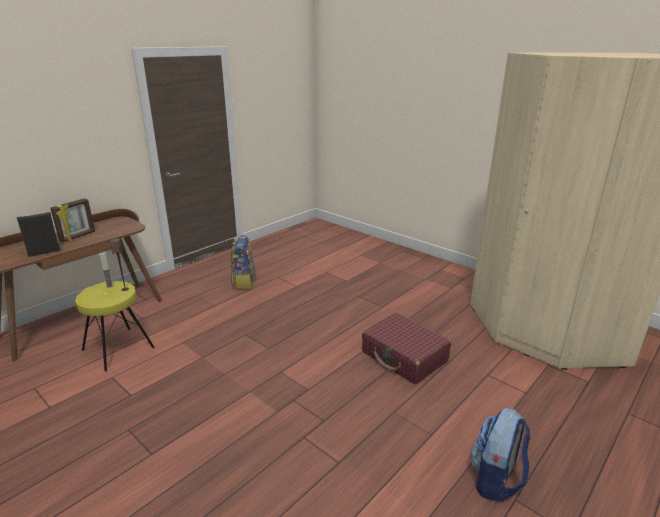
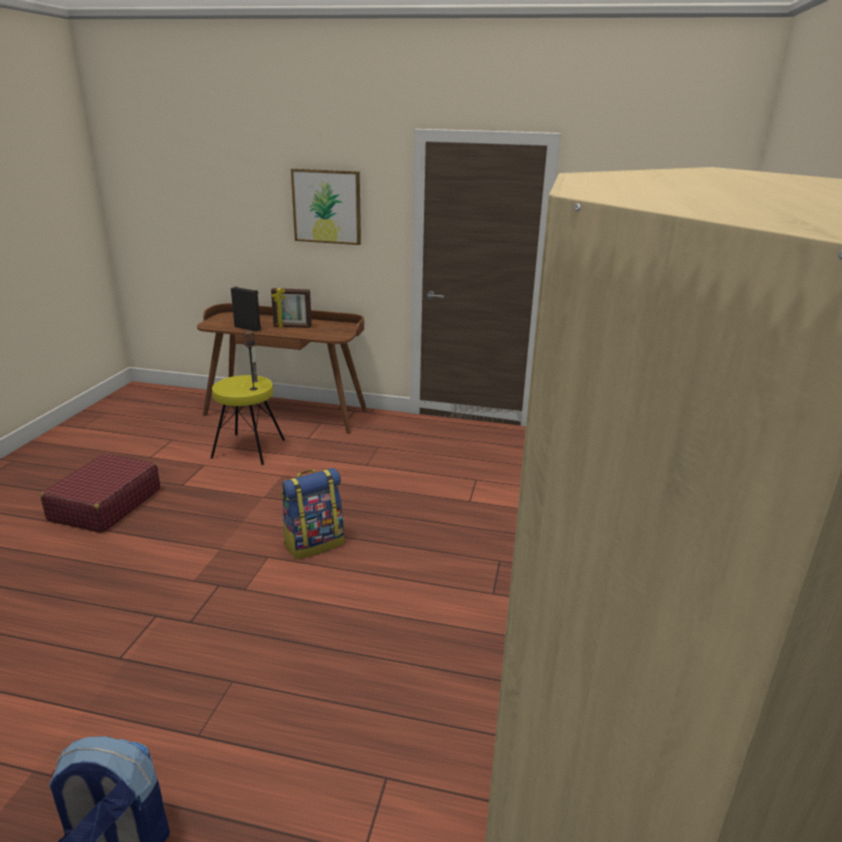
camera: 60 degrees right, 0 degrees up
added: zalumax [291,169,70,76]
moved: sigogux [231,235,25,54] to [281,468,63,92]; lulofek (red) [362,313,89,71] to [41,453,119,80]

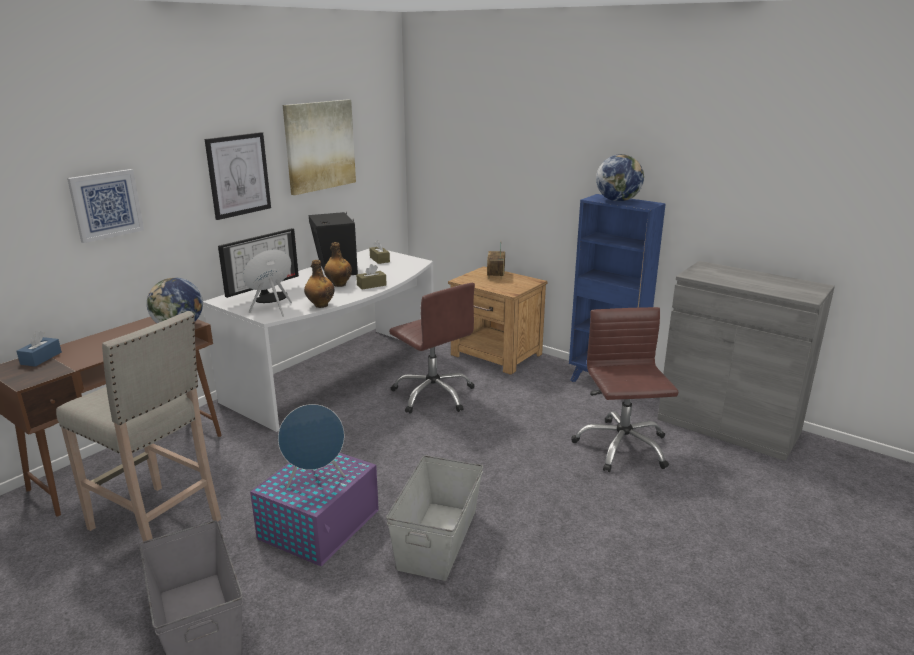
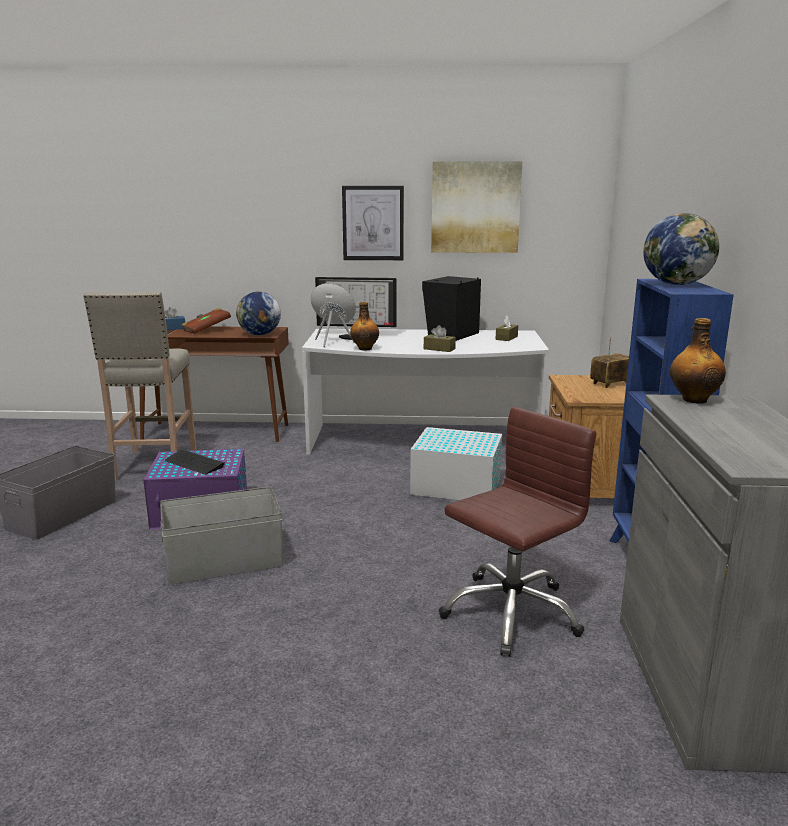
camera: 55 degrees right, 5 degrees down
removed: zalumax [67,169,77,74]
added: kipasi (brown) [181,308,50,26]
moved: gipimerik [324,242,28,45] to [670,318,56,86]
replaced: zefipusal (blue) [278,404,67,84] to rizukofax [165,449,60,25]; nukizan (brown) [389,283,86,131] to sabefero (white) [410,427,92,74]

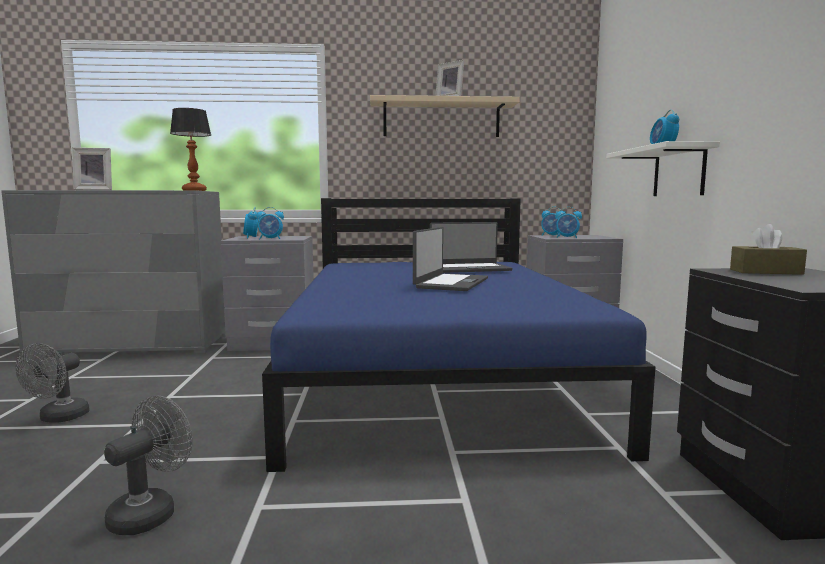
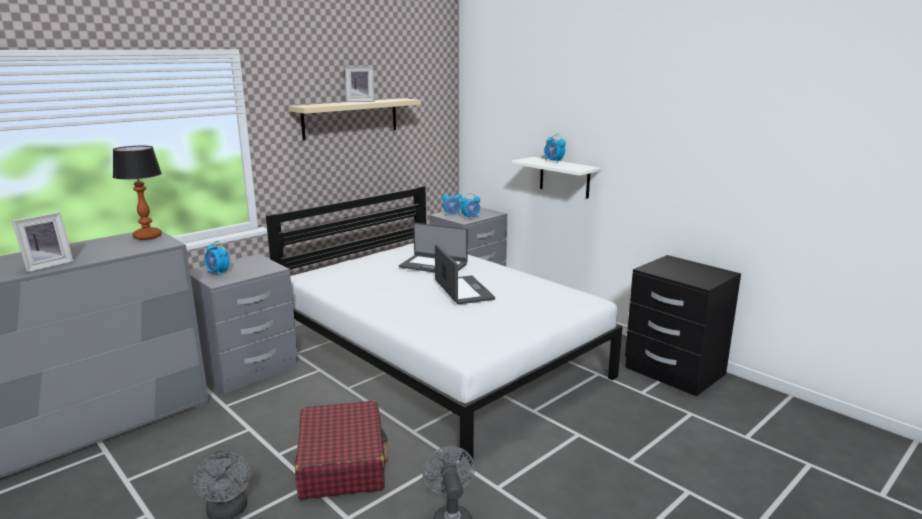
camera: 40 degrees left, 10 degrees up
removed: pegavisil [256,207,28,32]; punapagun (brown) [730,224,77,51]
added: lulofek (red) [295,400,93,100]
recoloured: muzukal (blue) [262,198,394,274] to muzukal (white) [266,186,357,280]
turned: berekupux [430,222,82,51] = [399,223,69,50] 75 degrees clockwise

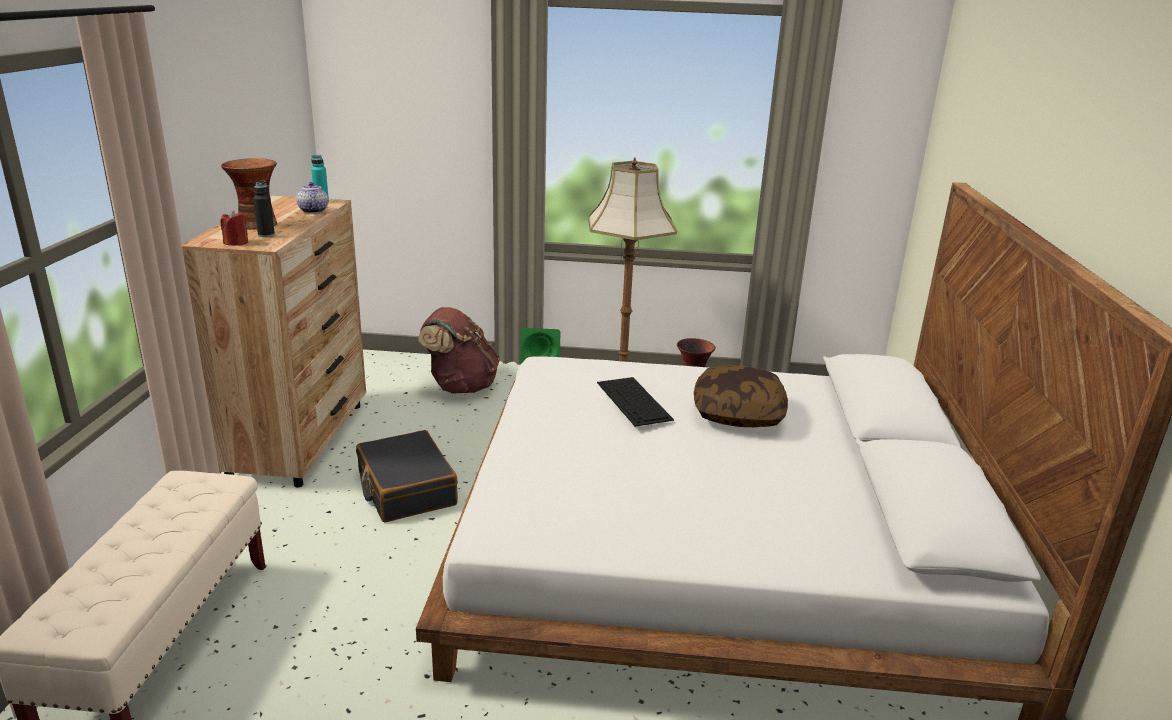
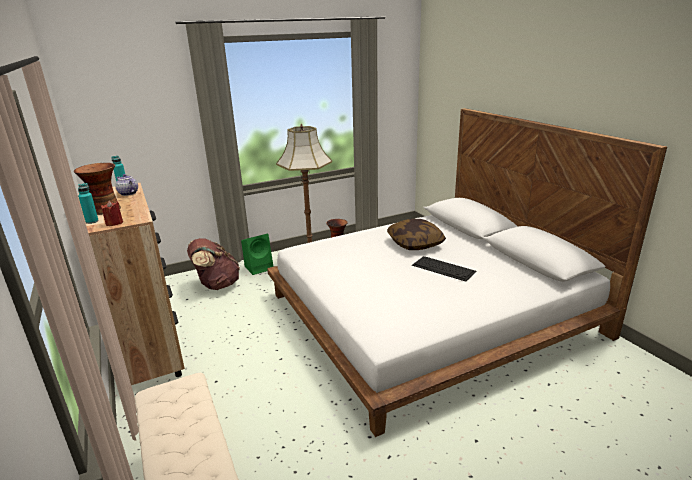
camera: 30 degrees left, 0 degrees up
removed: gipimerik (black) [253,180,22,57]; lulofek (black) [356,430,102,92]
added: gipimerik (turquoise) [78,183,21,41]
moved: rizukofax [597,377,77,50] to [412,256,65,26]

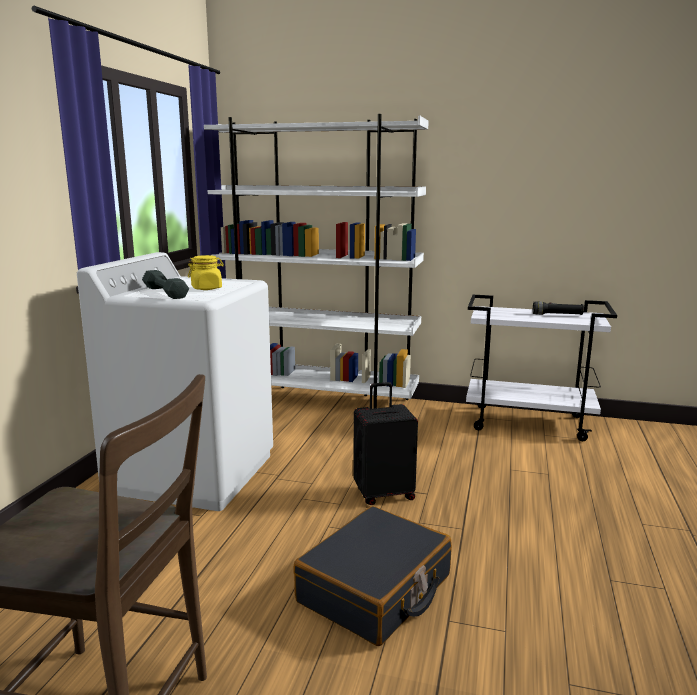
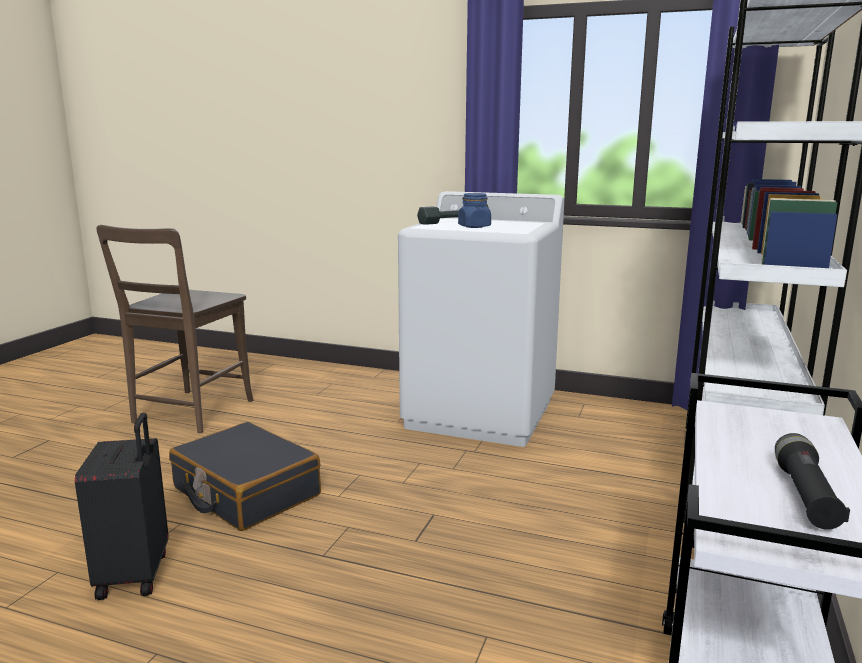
camera: 95 degrees right, 0 degrees up
moved: lulofek (black) [353,382,65,123] to [75,413,93,187]
recoloured: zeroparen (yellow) [188,255,36,35] to zeroparen (blue) [458,193,33,35]

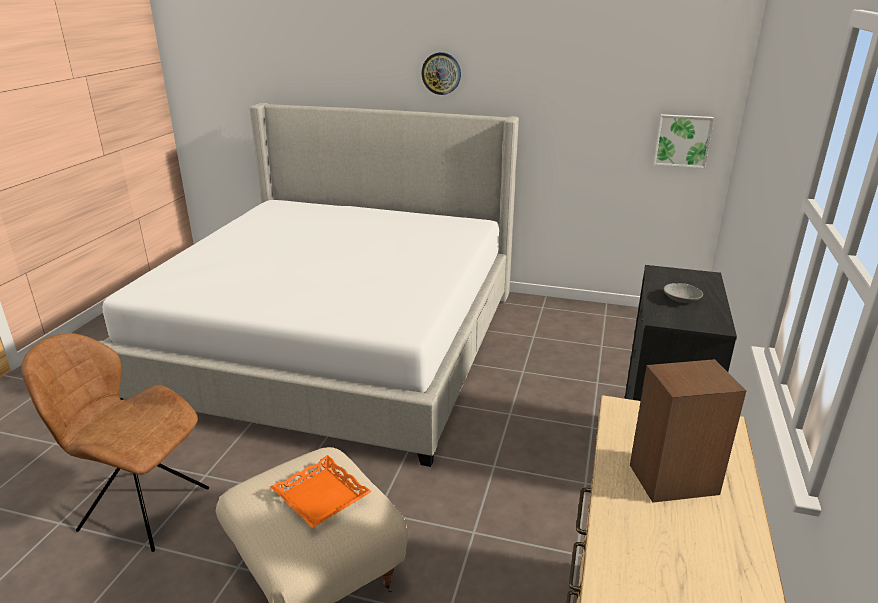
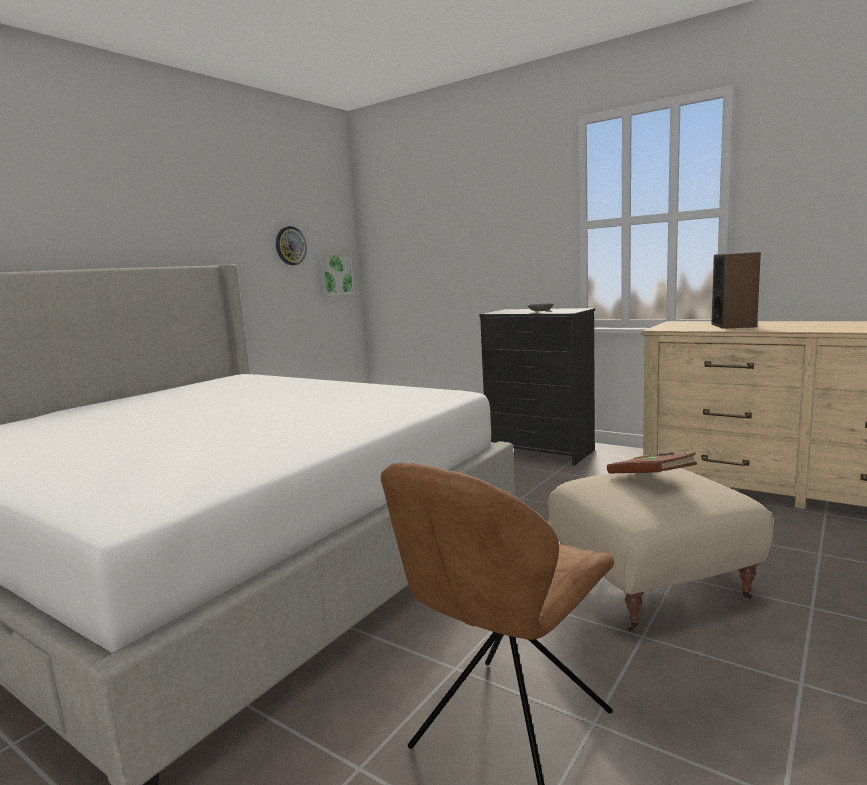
camera: 70 degrees left, 15 degrees down
moved: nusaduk [421,52,40,43] to [276,226,31,39]
replaced: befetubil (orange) [270,455,102,73] to kipasi (brown) [607,452,90,22]

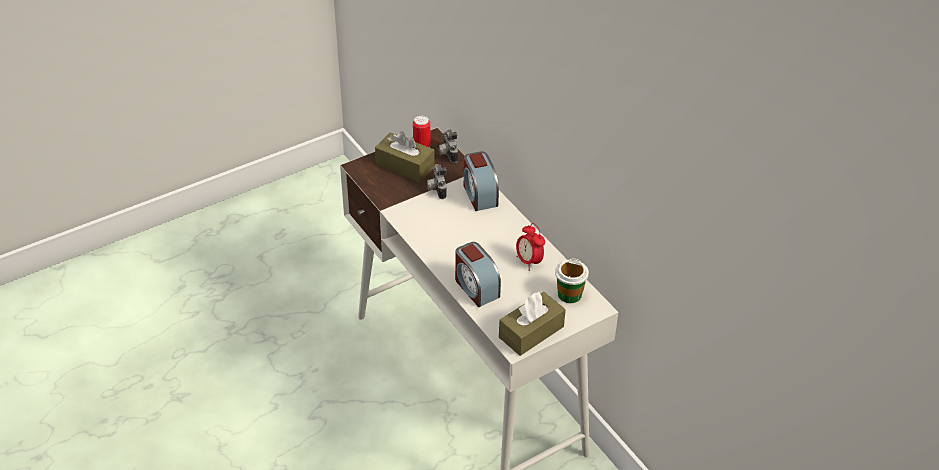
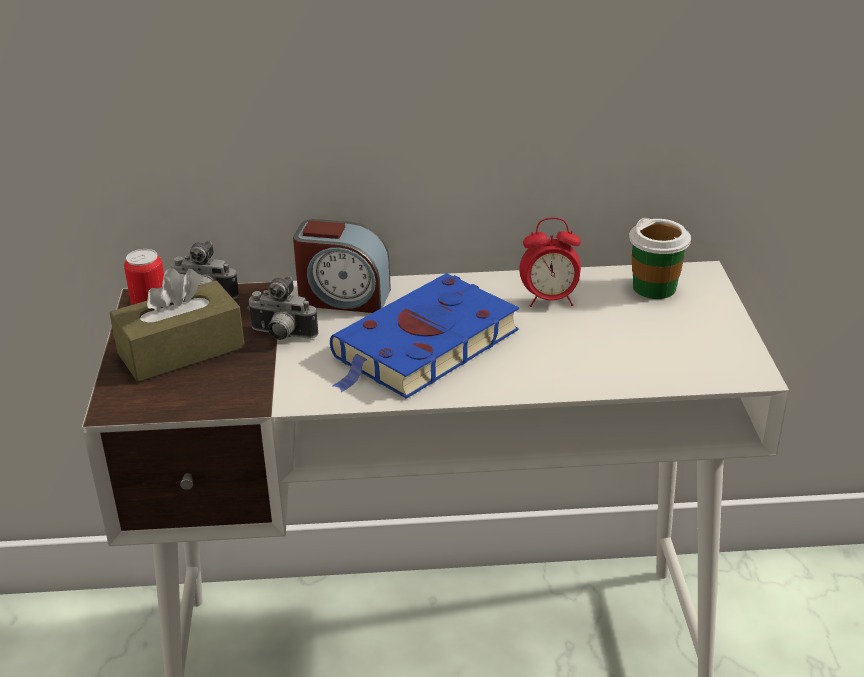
camera: 60 degrees left, 10 degrees down
removed: pegavisil [455,242,46,65]; punapagun (brown) [499,292,67,64]
added: kipasi (blue) [330,273,189,126]

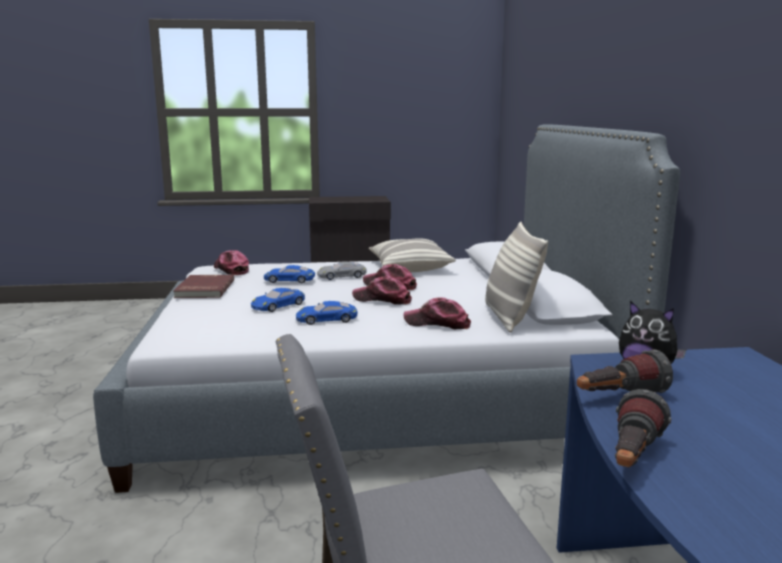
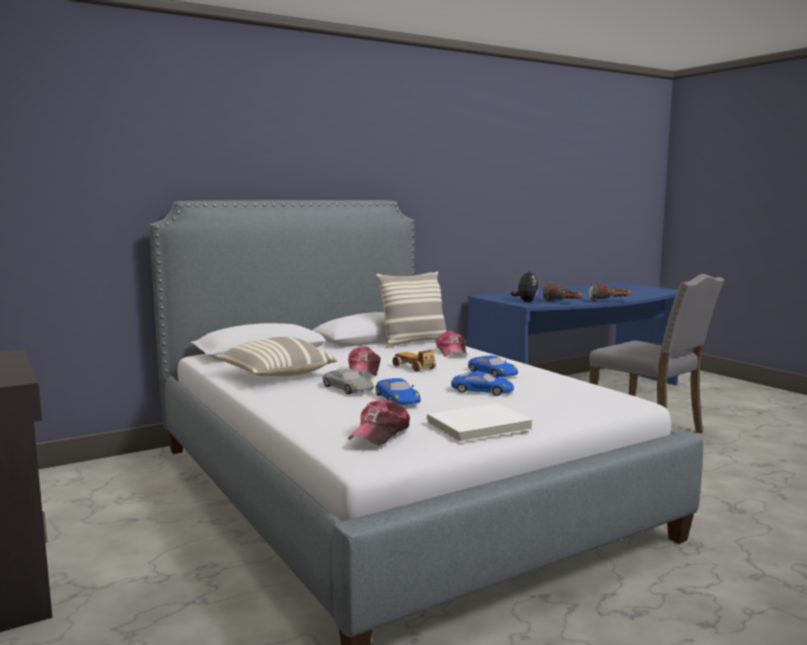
camera: 115 degrees left, 5 degrees down
replaced: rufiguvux [352,277,60,28] to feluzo [393,350,43,22]
recoloured: kipasi (red) [173,275,61,23] to kipasi (white) [426,403,107,39]

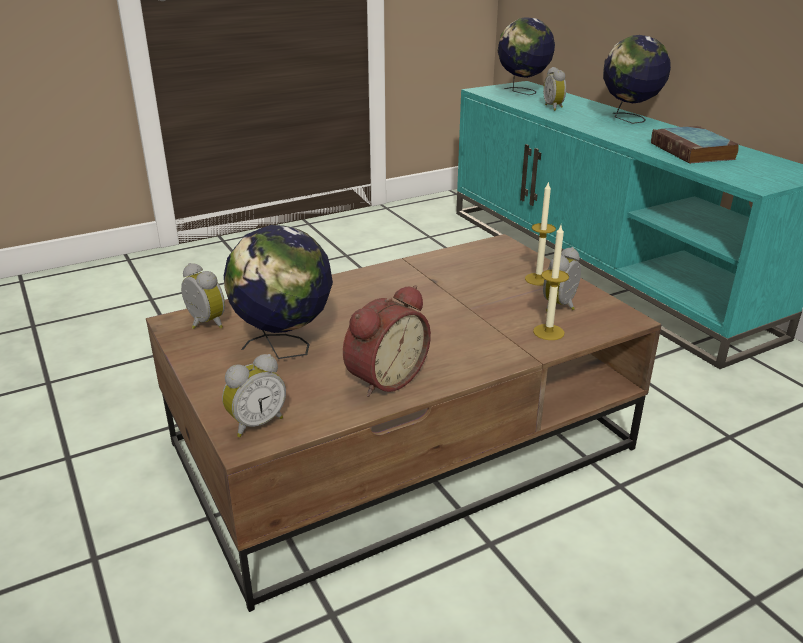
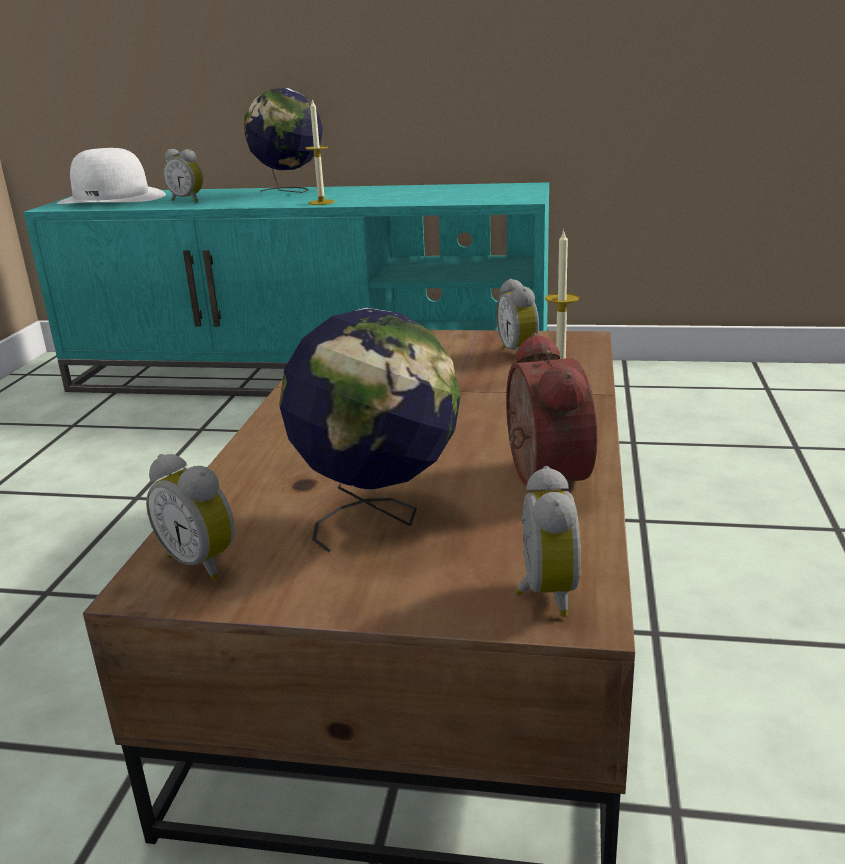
camera: 50 degrees left, 5 degrees down
removed: kipasi [651,126,89,38]
moved: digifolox [525,181,31,105] to [305,99,30,106]
replaced: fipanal [498,17,57,78] to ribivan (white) [57,148,109,56]
turned: pegavisil [181,263,44,66] = [146,454,89,127] 135 degrees counterclockwise

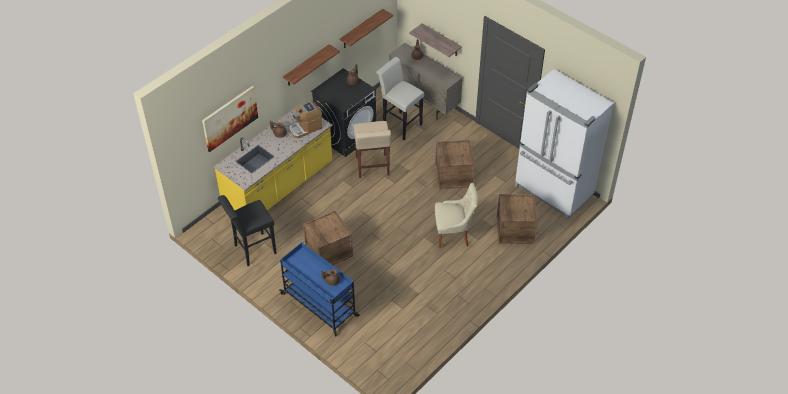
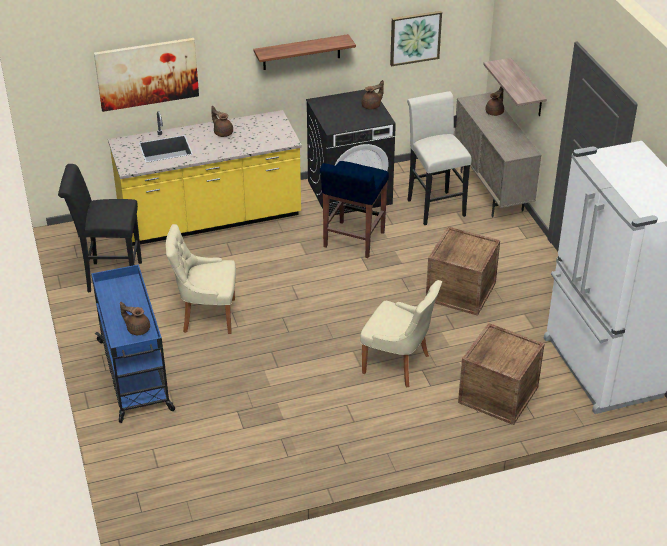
camera: 30 degrees right, 10 degrees down
removed: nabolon [289,101,33,37]
replaced: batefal [303,210,50,55] to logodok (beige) [166,224,70,110]; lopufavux [340,9,53,39] to zalumax [390,11,52,55]
recoloured: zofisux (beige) [354,121,37,57] to zofisux (blue) [320,161,69,97]

